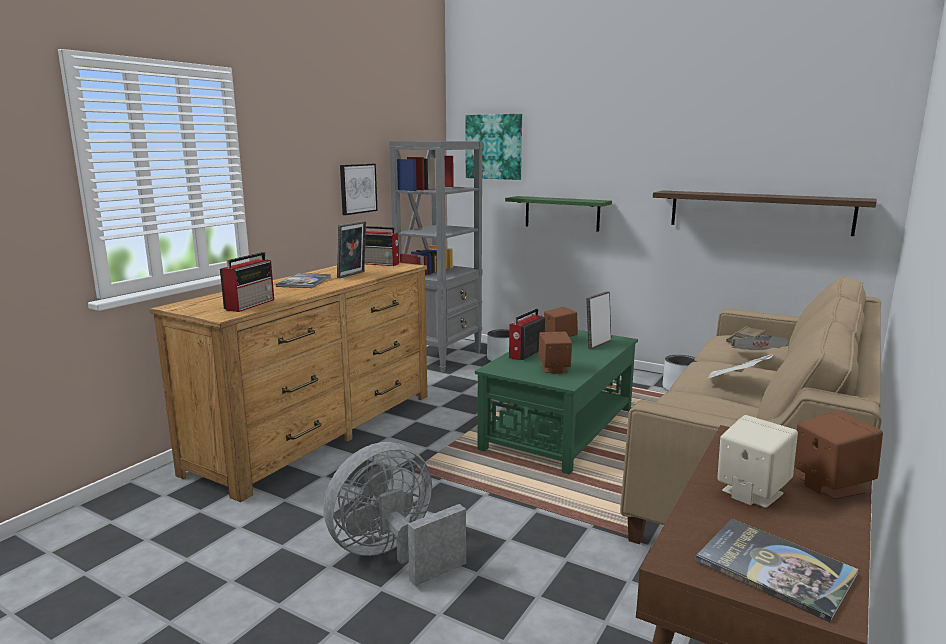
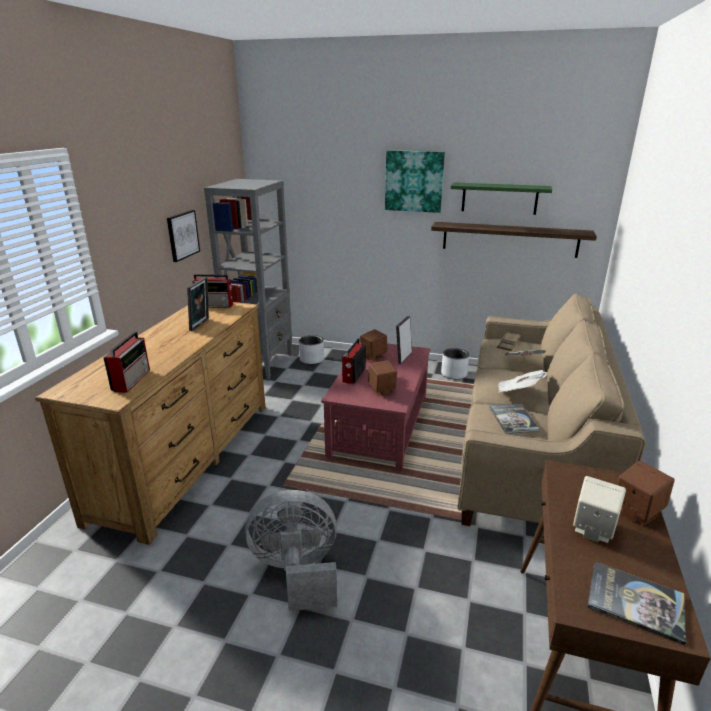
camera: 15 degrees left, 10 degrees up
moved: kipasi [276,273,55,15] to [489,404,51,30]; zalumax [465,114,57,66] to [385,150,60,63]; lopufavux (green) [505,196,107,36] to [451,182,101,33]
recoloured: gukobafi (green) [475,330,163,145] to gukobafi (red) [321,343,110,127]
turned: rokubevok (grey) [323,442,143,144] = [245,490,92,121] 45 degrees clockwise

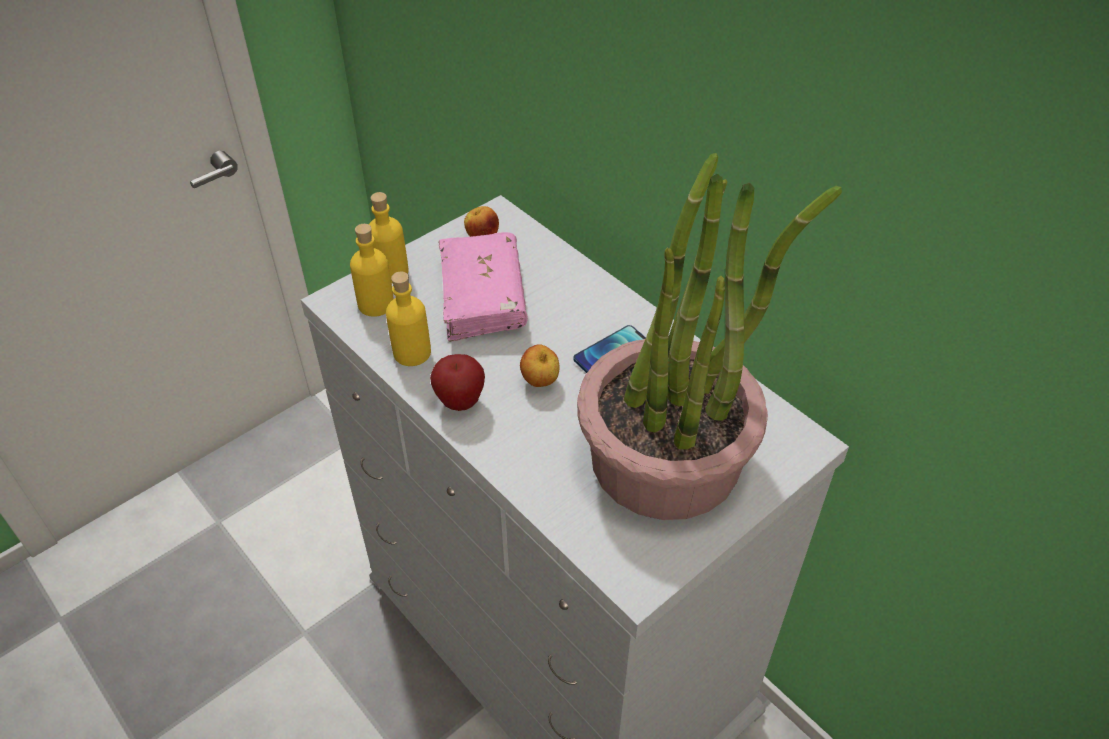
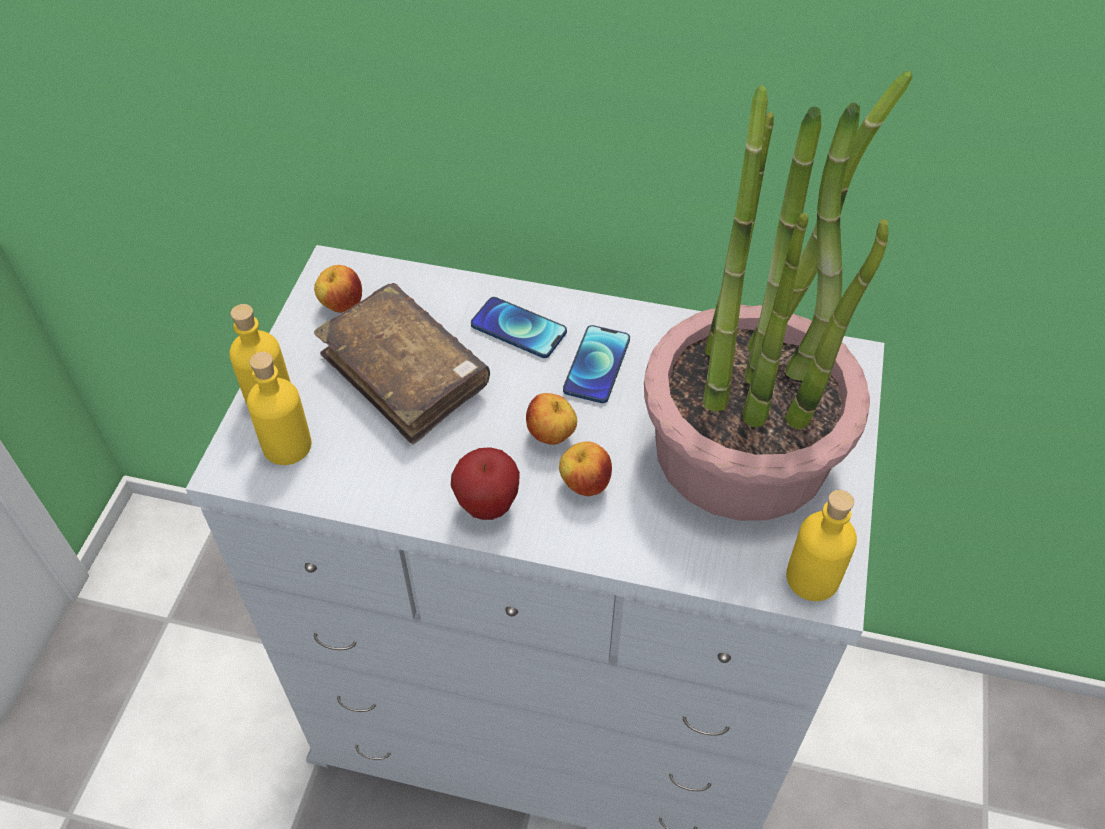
camera: 35 degrees left, 5 degrees up
added: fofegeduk [471,297,96,61]; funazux [559,442,53,54]
moved: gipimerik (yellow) [386,272,45,94] to [786,490,71,111]
recoloured: kipasi (pink) [439,232,89,110] to kipasi (brown) [314,283,176,162]

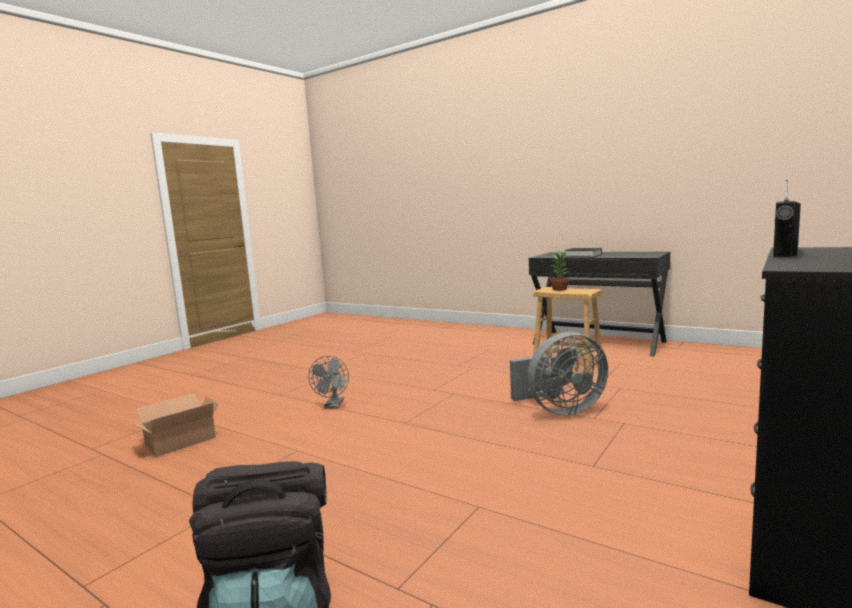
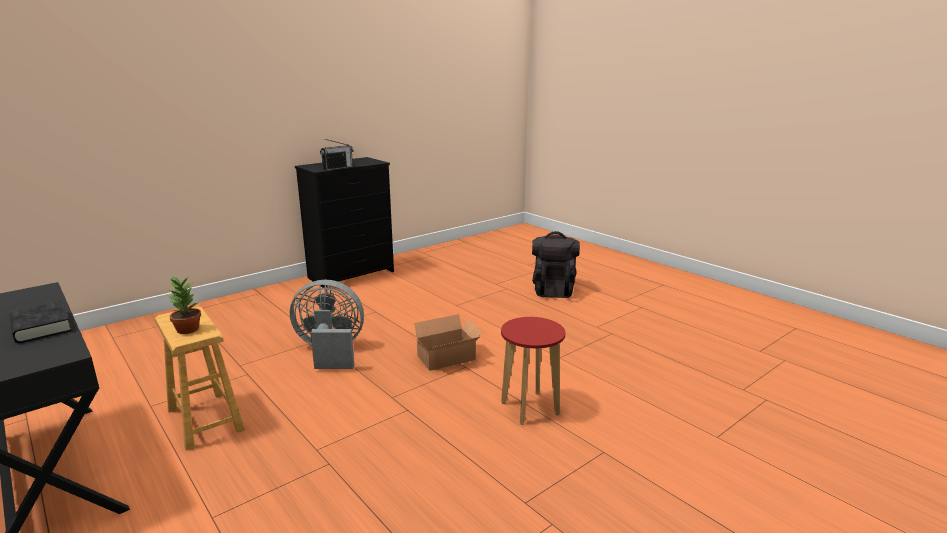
camera: 165 degrees left, 10 degrees up
moved: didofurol [131,393,87,64] to [412,314,70,57]
replaced: rokubevok (grey) [308,356,41,53] to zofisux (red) [501,317,64,108]

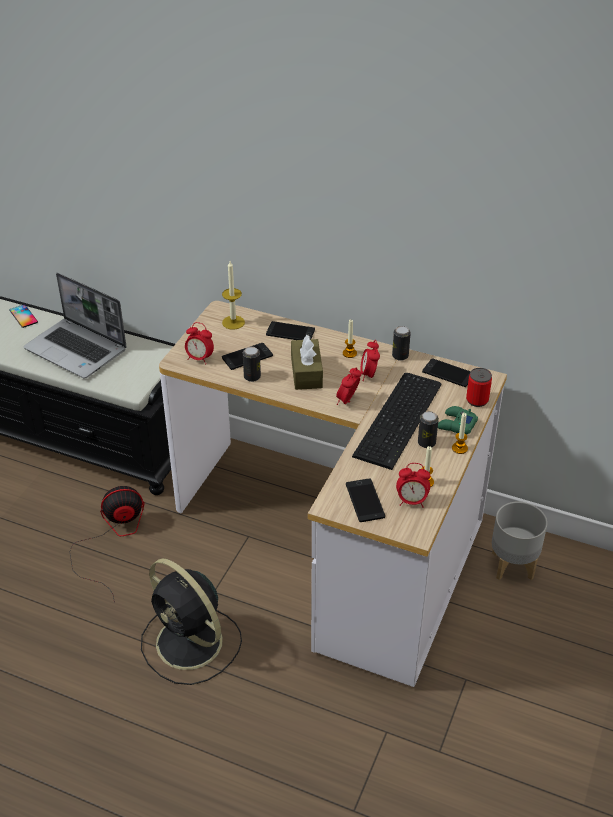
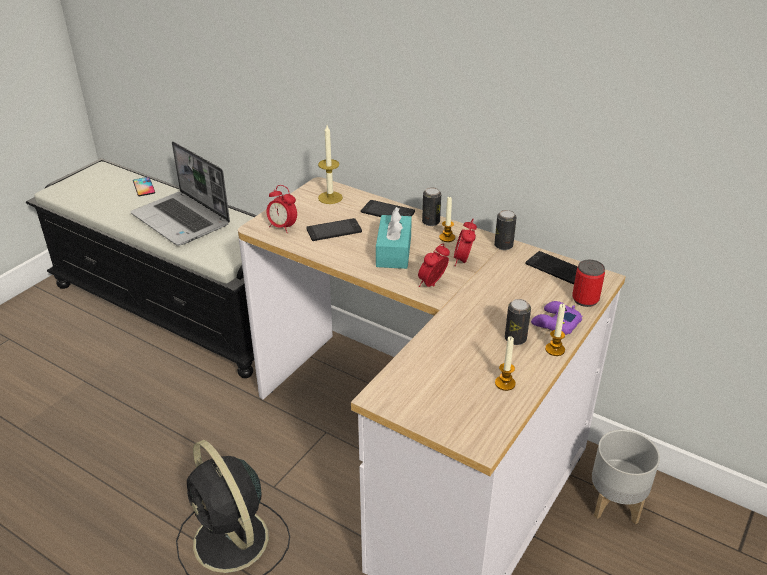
camera: 10 degrees right, 5 degrees down
removed: rokubevok [69,486,76,117]; fofegeduk [346,478,39,44]; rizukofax [352,373,90,97]; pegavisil [396,463,34,45]
moved: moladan [243,346,18,36] to [422,187,19,39]
recoloured: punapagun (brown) [291,335,32,55] to punapagun (turquoise) [376,207,36,62]; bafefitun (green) [438,406,40,29] to bafefitun (purple) [531,301,52,34]

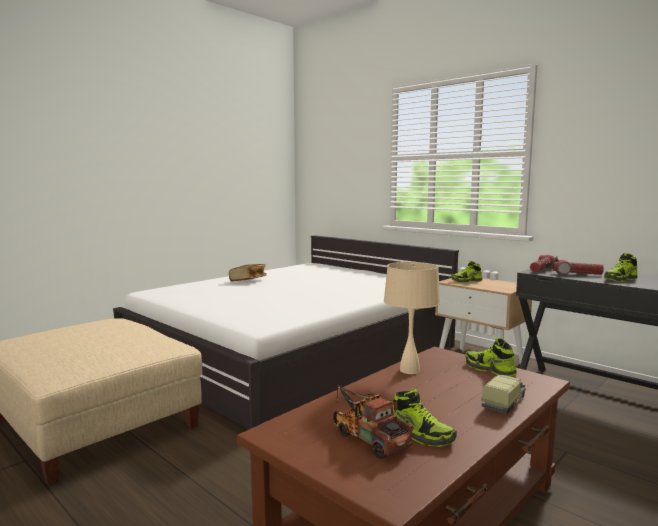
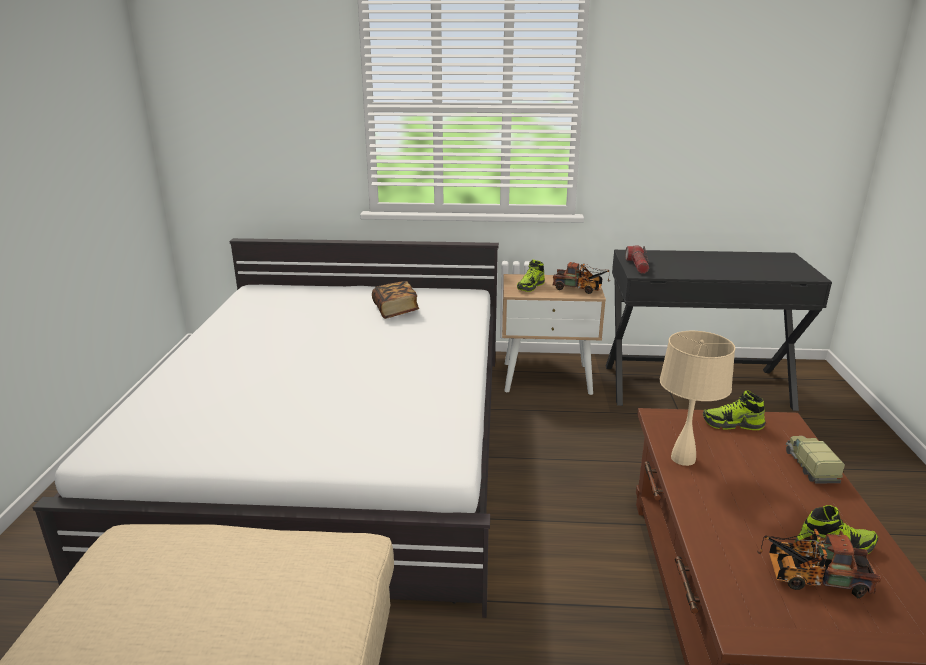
camera: 40 degrees left, 15 degrees up
removed: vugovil [552,260,52,15]; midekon [604,253,33,29]
added: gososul [553,262,57,32]
moved: kipasi [229,264,38,18] to [372,281,47,38]

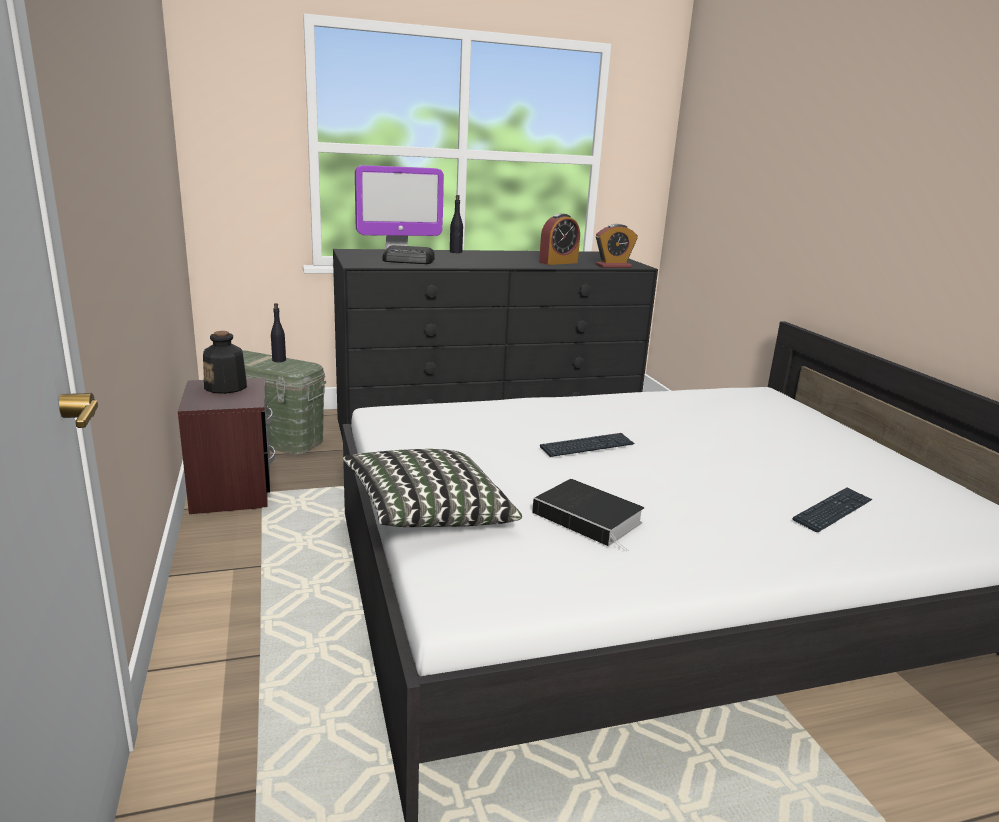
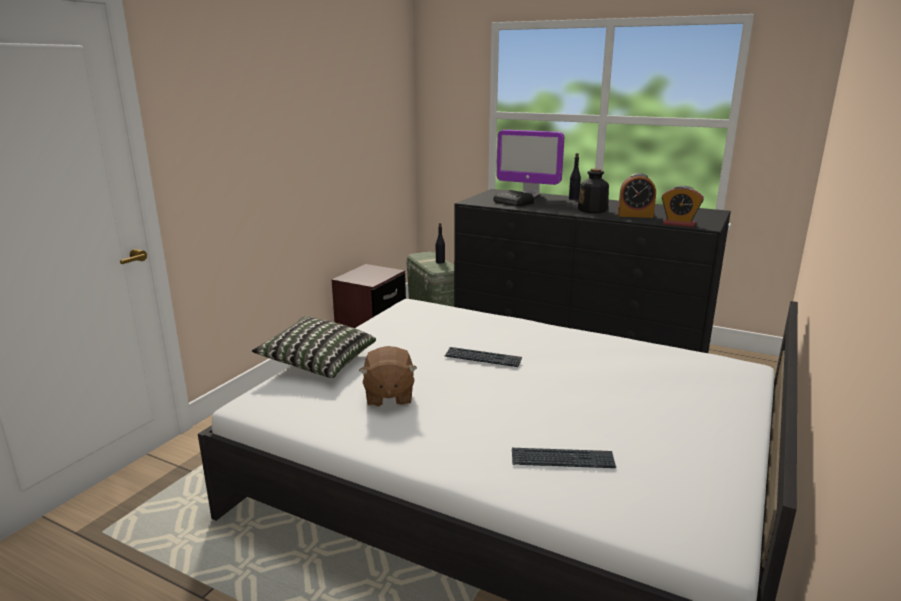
camera: 45 degrees right, 0 degrees up
moved: gipimerik [203,331,44,63] to [578,169,31,44]
replaced: kipasi [532,479,112,72] to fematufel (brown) [359,346,58,61]

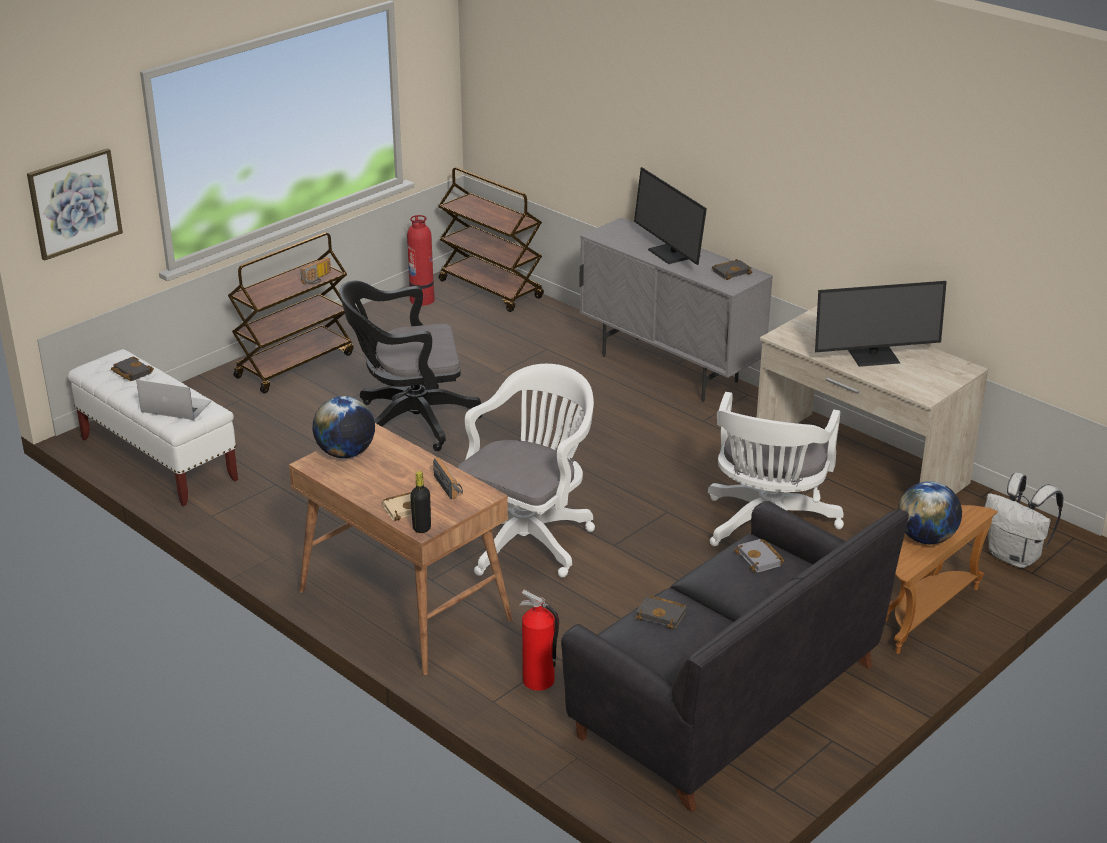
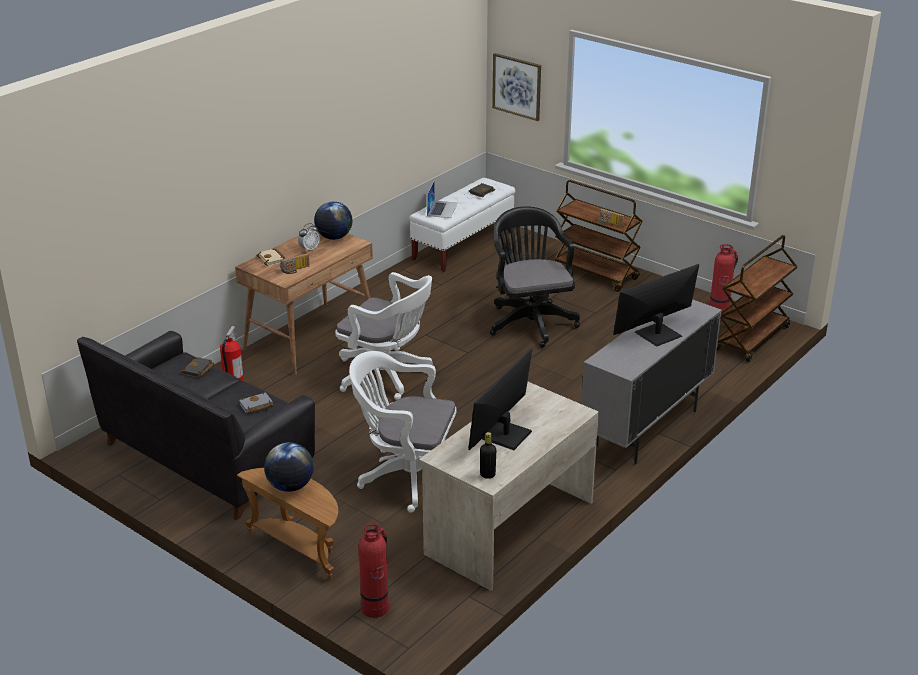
camera: 85 degrees right, 0 degrees up
removed: kipasi (black) [712,259,40,21]
added: pegavisil [298,223,22,29]
moved: gipimerik (black) [410,471,21,62] to [480,432,16,47]
replaced: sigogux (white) [985,473,78,95] to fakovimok [358,524,31,94]
turned: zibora [815,281,132,86] = [468,349,64,101] 45 degrees clockwise

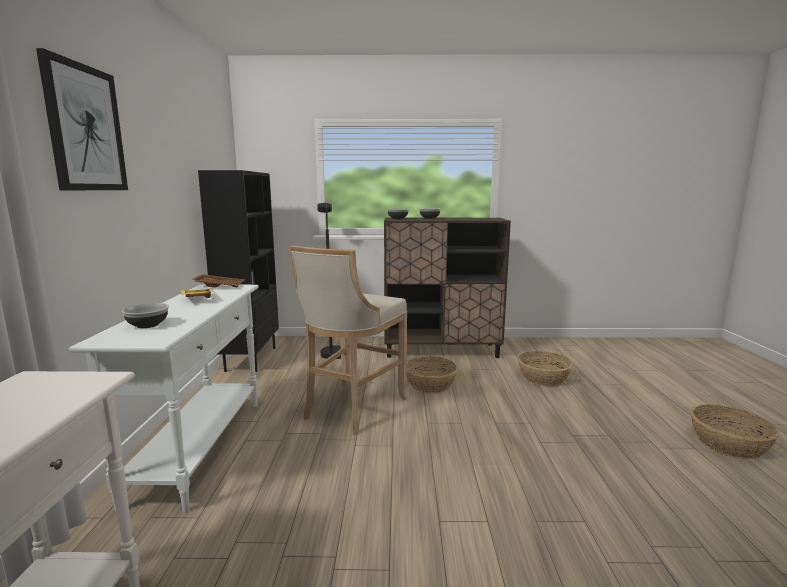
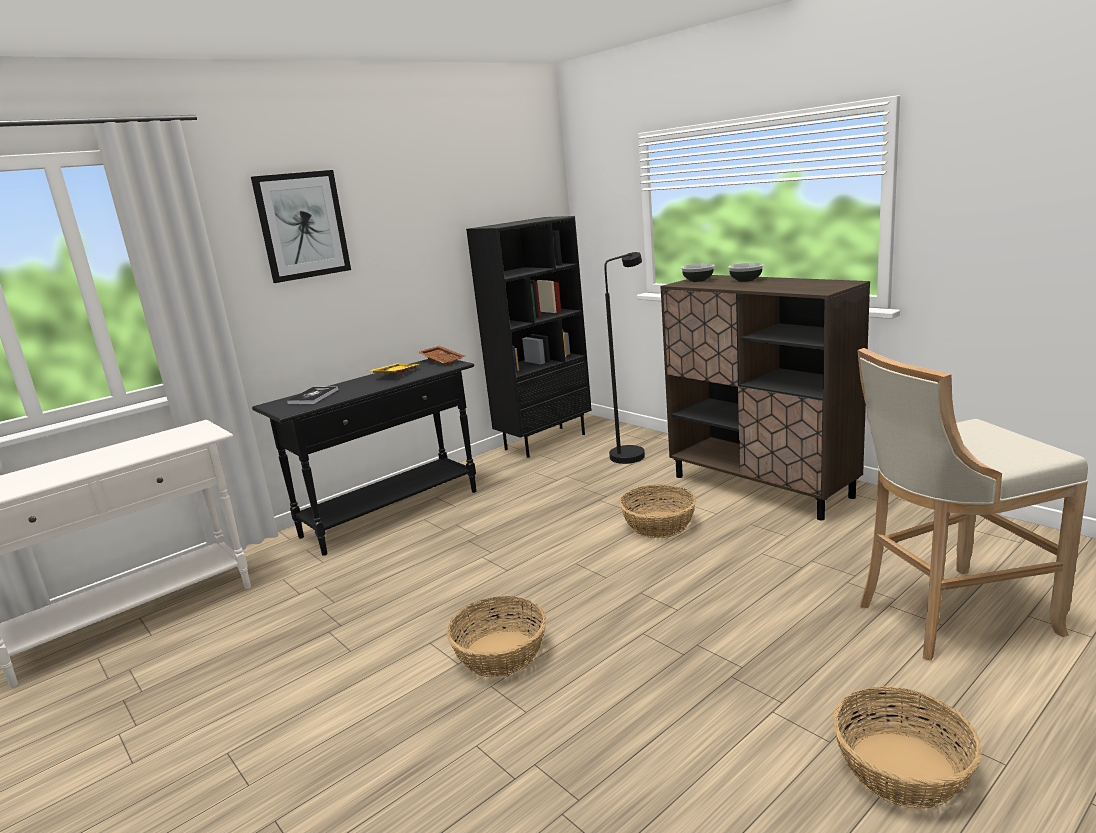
camera: 50 degrees right, 5 degrees up
moved: zofisux (beige) [288,245,120,189] to [857,348,231,313]; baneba [518,351,55,35] to [446,596,100,81]
replaced: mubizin [122,303,47,25] to kipasi [287,386,52,18]
recoloured: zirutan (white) [69,284,190,228] to zirutan (black) [252,359,225,197]

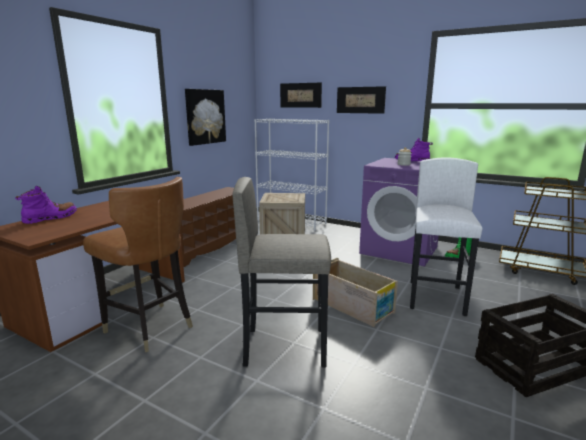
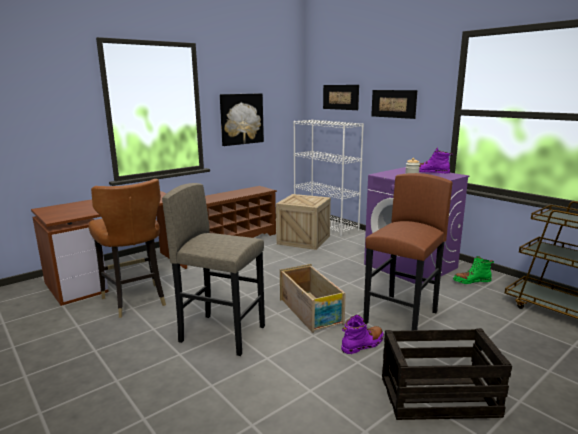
camera: 20 degrees right, 0 degrees up
moved: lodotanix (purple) [15,186,62,38] to [341,315,43,39]
recoloured: zofisux (white) [410,157,72,159] to zofisux (brown) [363,173,89,157]

